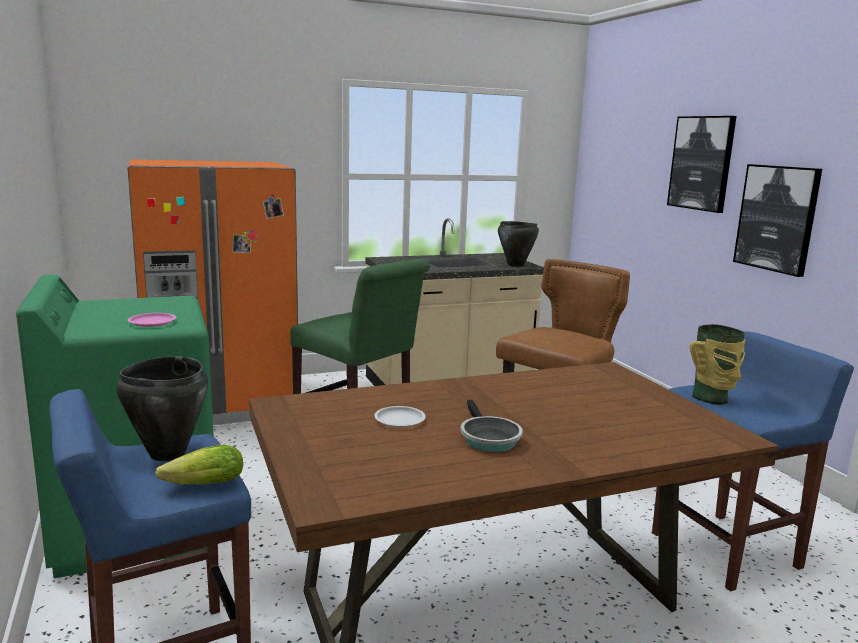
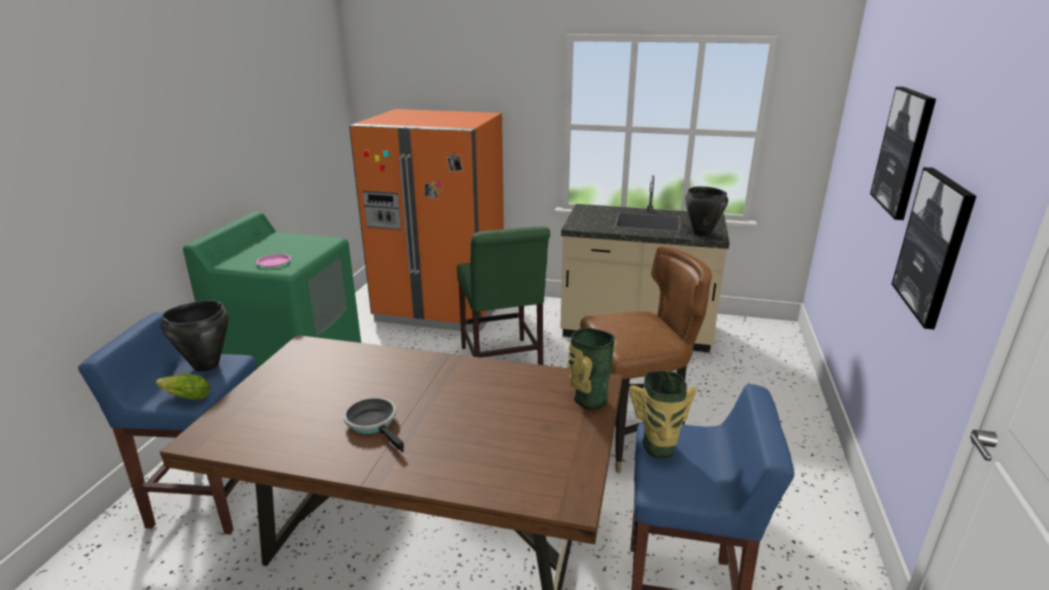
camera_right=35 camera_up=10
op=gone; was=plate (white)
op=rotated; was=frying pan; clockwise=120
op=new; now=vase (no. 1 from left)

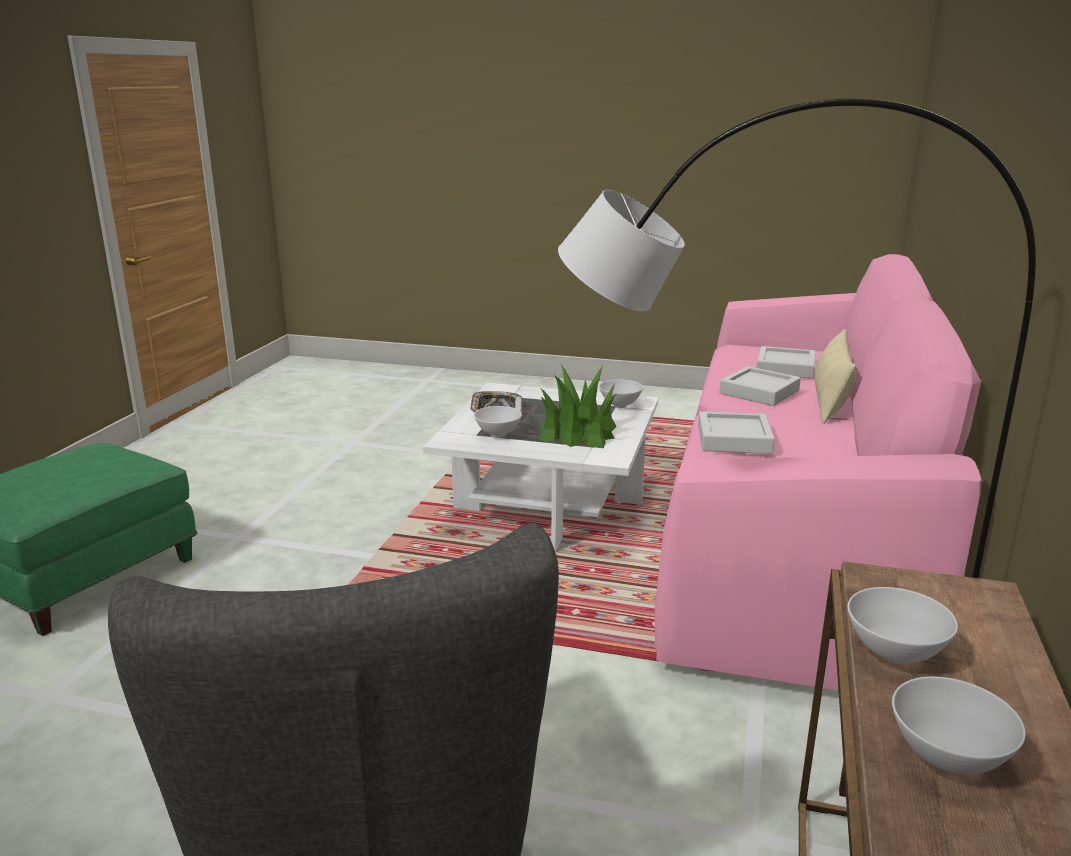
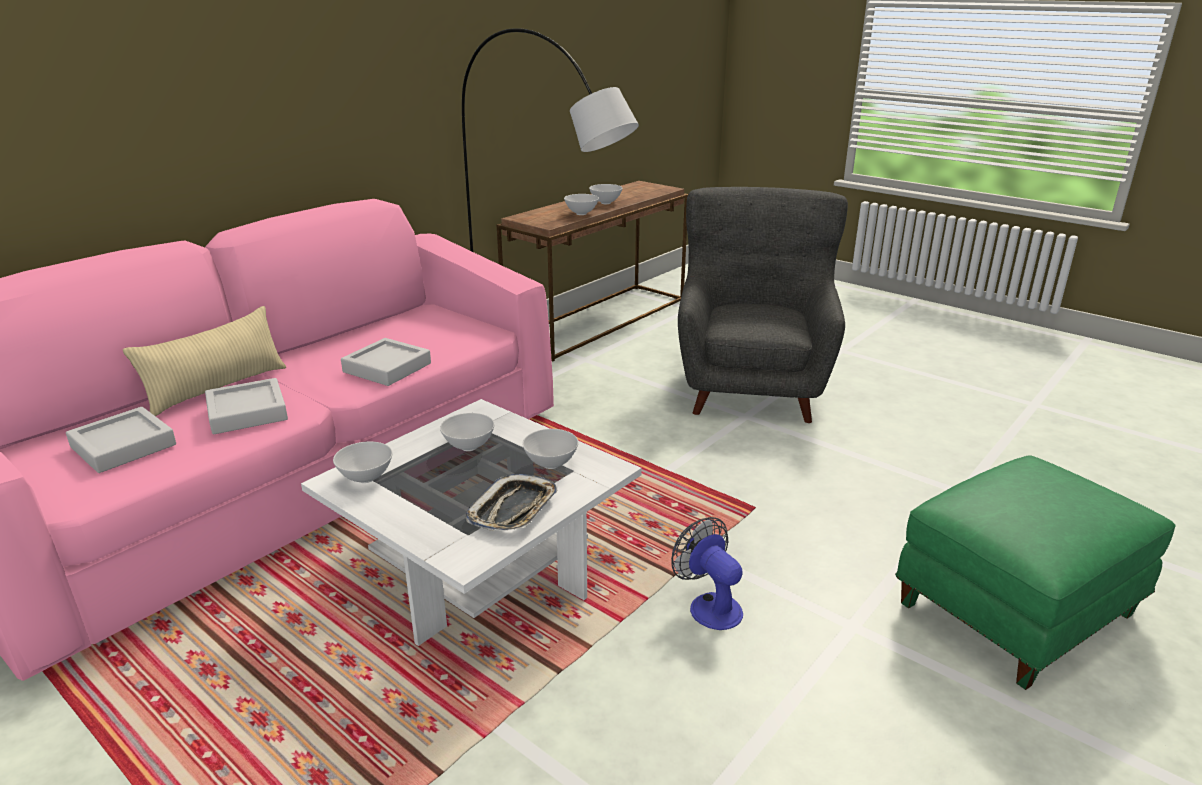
camera_right=-155 camera_up=5
op=swapped; was=potted plant; now=bowl (white) (no. 2 from left)
op=new; now=fan

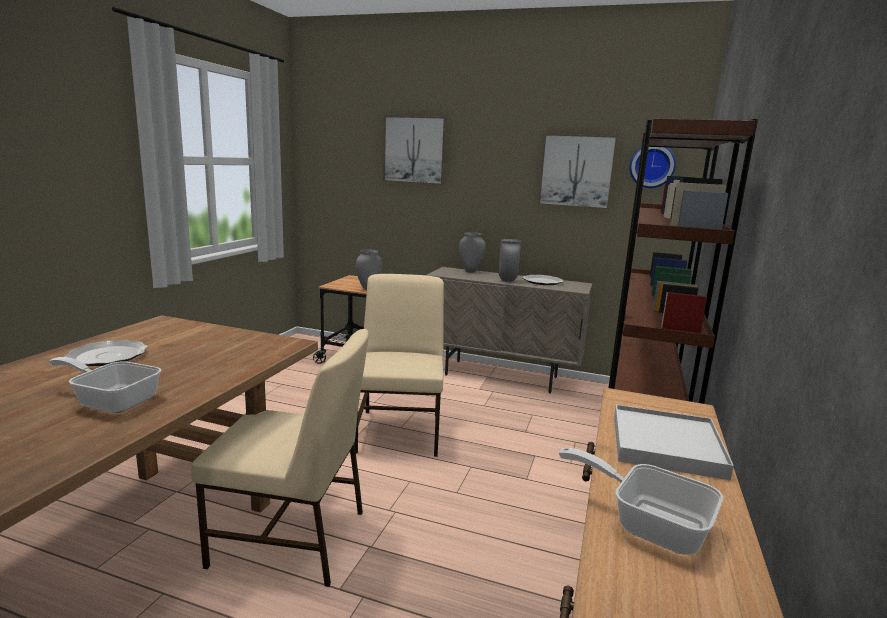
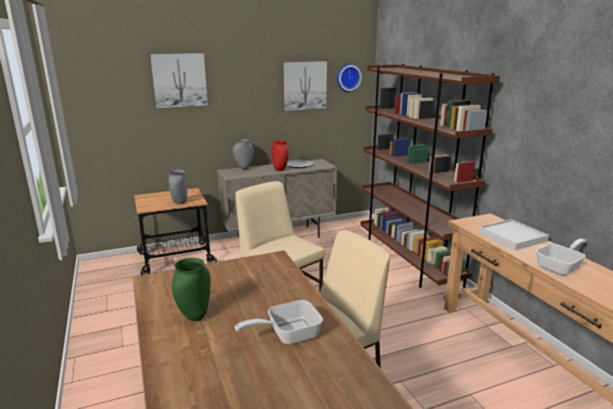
camera_right=-40 camera_up=5
op=swapped; was=plate (no. 1 from left); now=vase (green)
op=repainted; was=vase (grey) (no. 3 from left); now=vase (red)
op=rotated; was=frying pan (no. 2 from left); clockwise=150

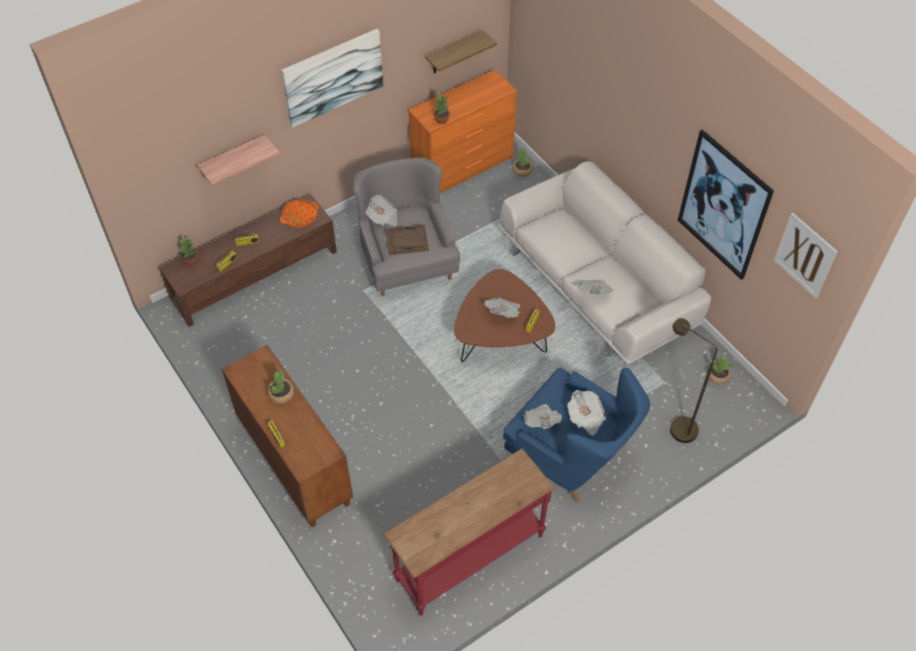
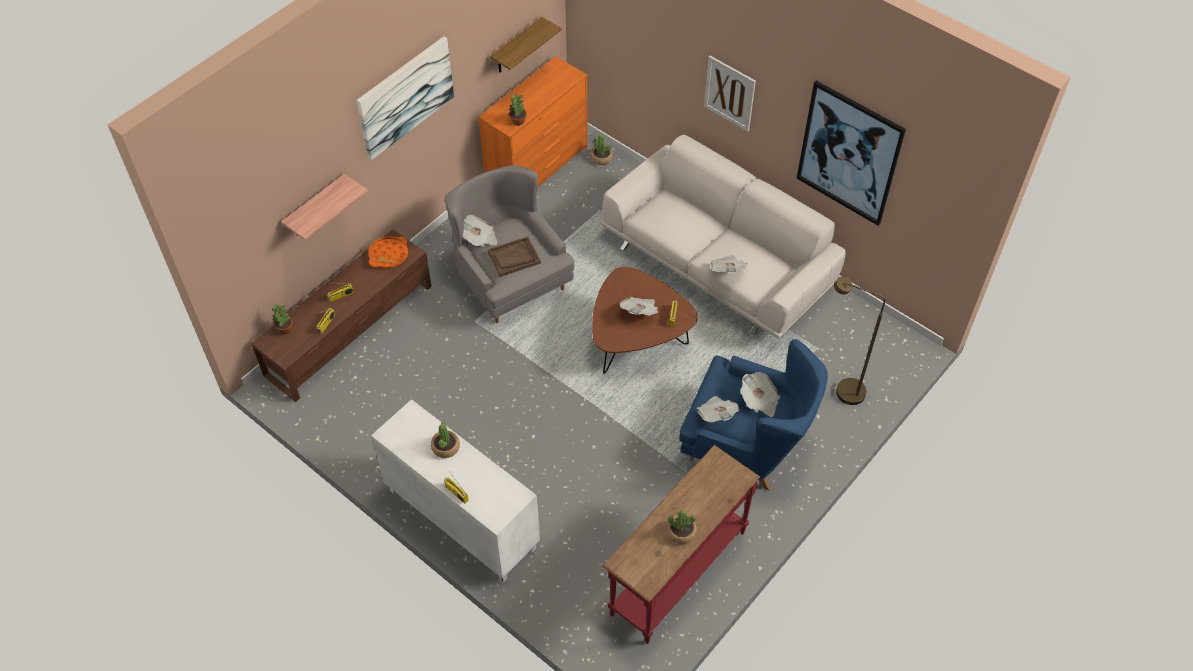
camera_right=-15 camera_up=0
op=repainted; was=cabinet (brown); now=cabinet (white)
op=shifted; was=potted plant (no. 5 from left)
op=shifted; was=picture (no. 3 from left in the first image); now=picture (no. 2 from left)

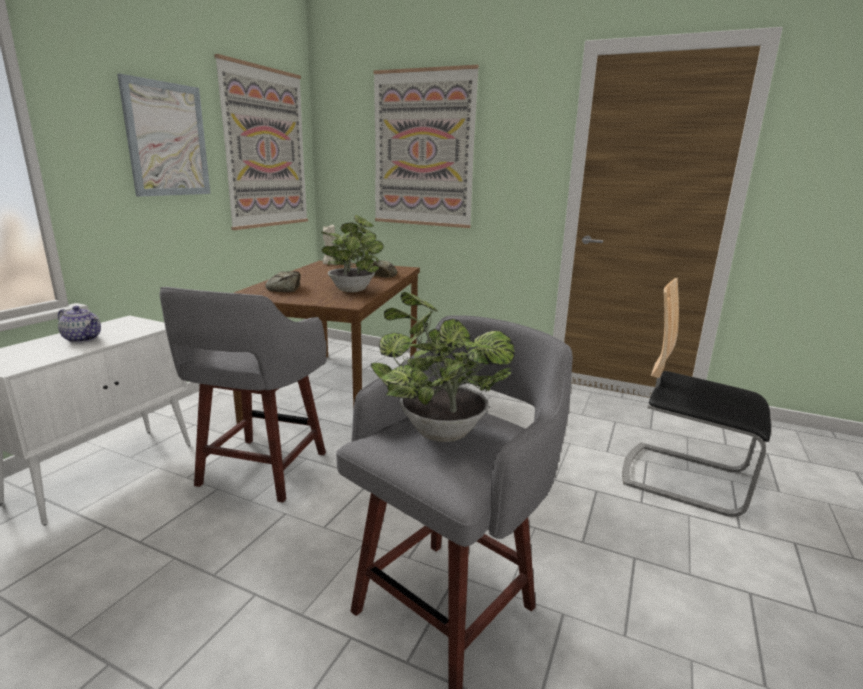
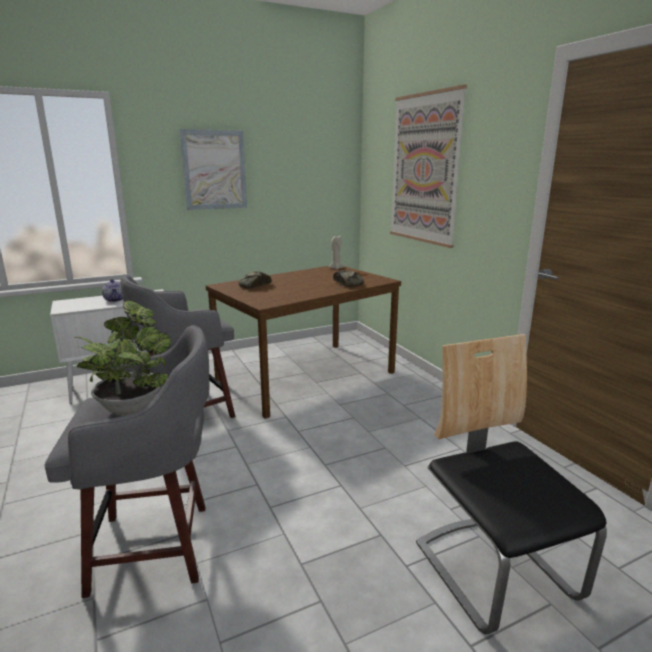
camera_right=40 camera_up=0
op=gone; was=picture (no. 2 from left)
op=gone; was=potted plant (no. 1 from left)

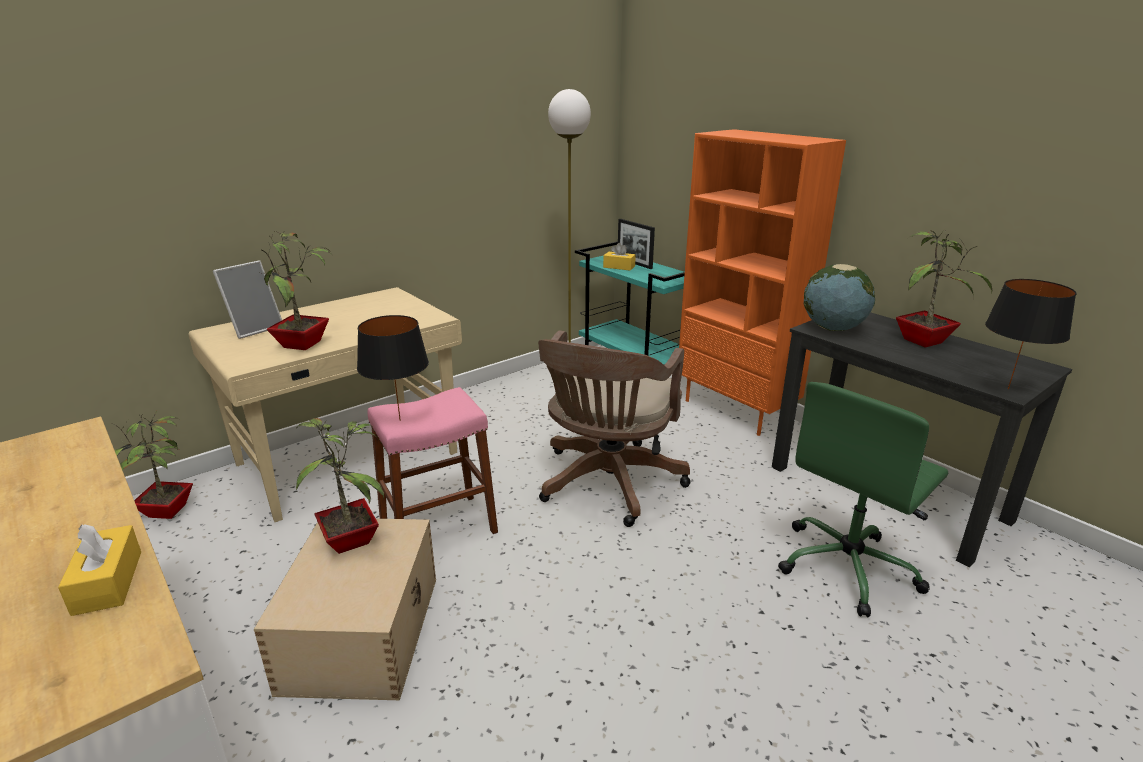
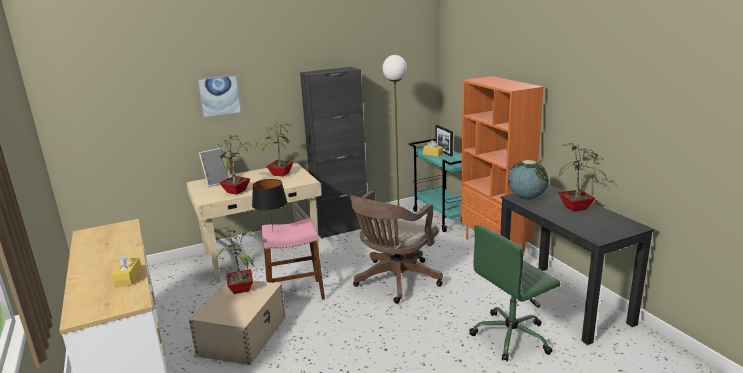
camera_right=15 camera_up=-5
op=shifted; was=potted plant (no. 1 from left in the first image); now=potted plant (no. 3 from left)
op=gone; was=table lamp (black) (no. 2 from left)
op=new; now=picture
op=new; now=cabinet (black)

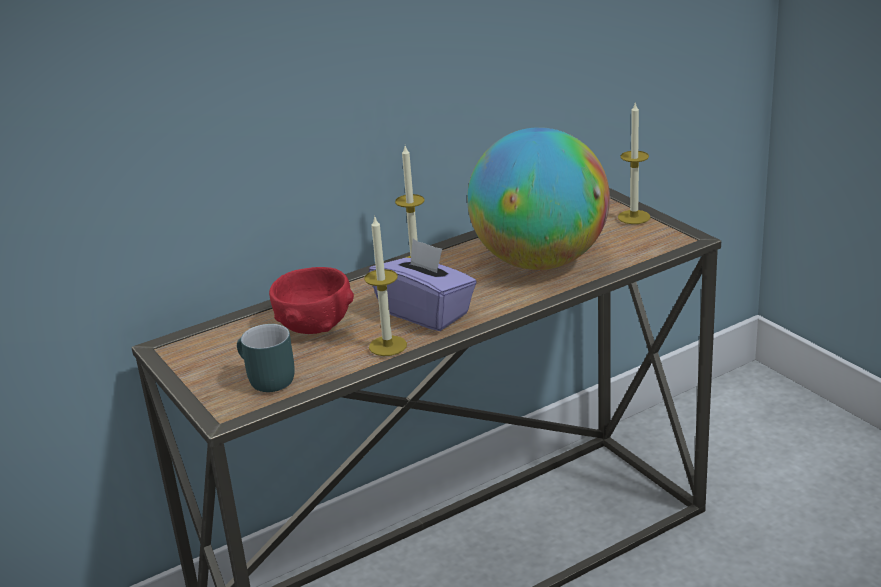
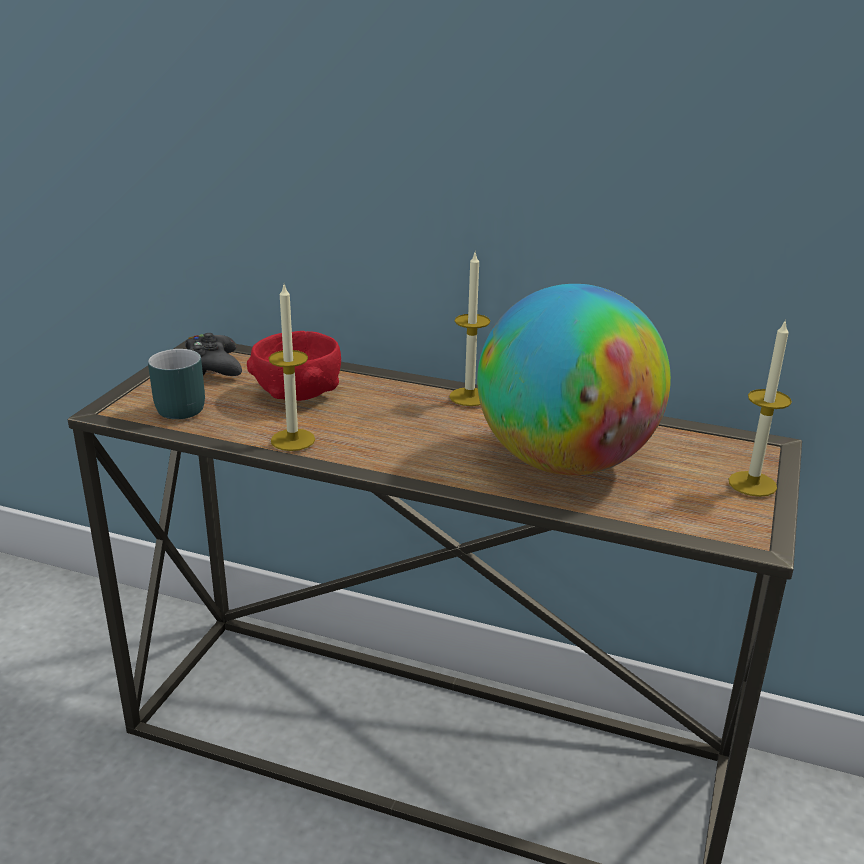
camera_right=50 camera_up=0
op=gone; was=tissue box (purple)
op=new; now=game controller (black)

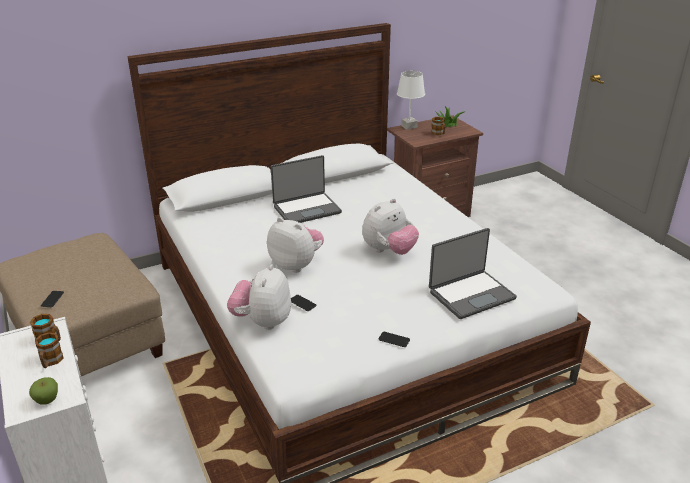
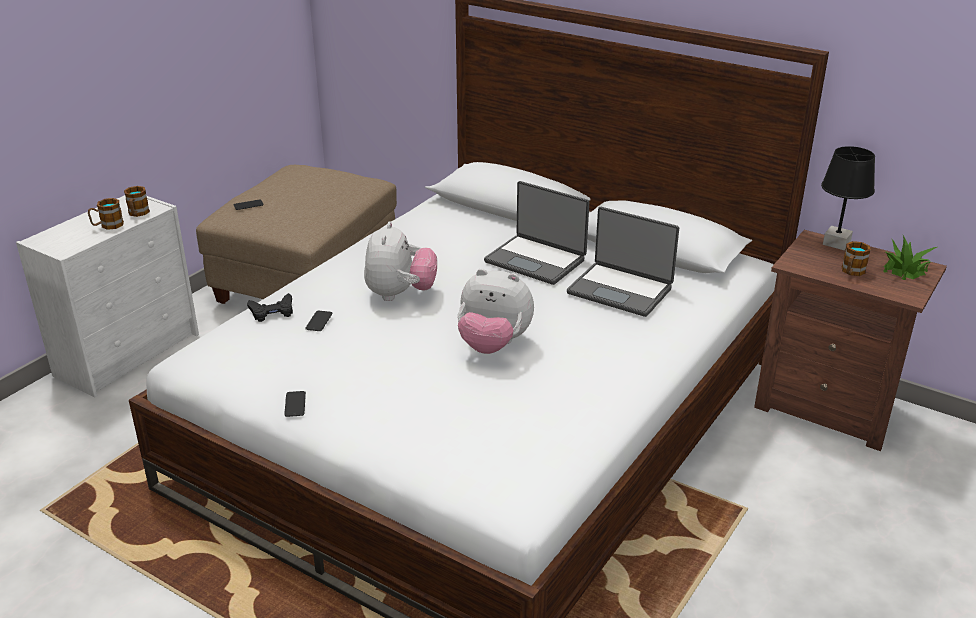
camera_right=60 camera_up=0
op=gone; was=apple
op=swapped; was=plush toy (no. 1 from left); now=game controller (black)
op=repainted; was=table lamp (white); now=table lamp (black)
op=shifted; was=laptop (no. 2 from left)

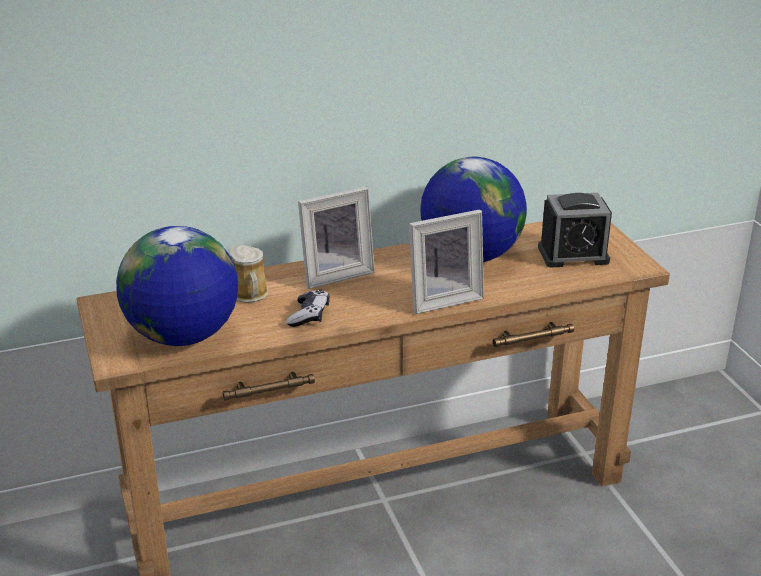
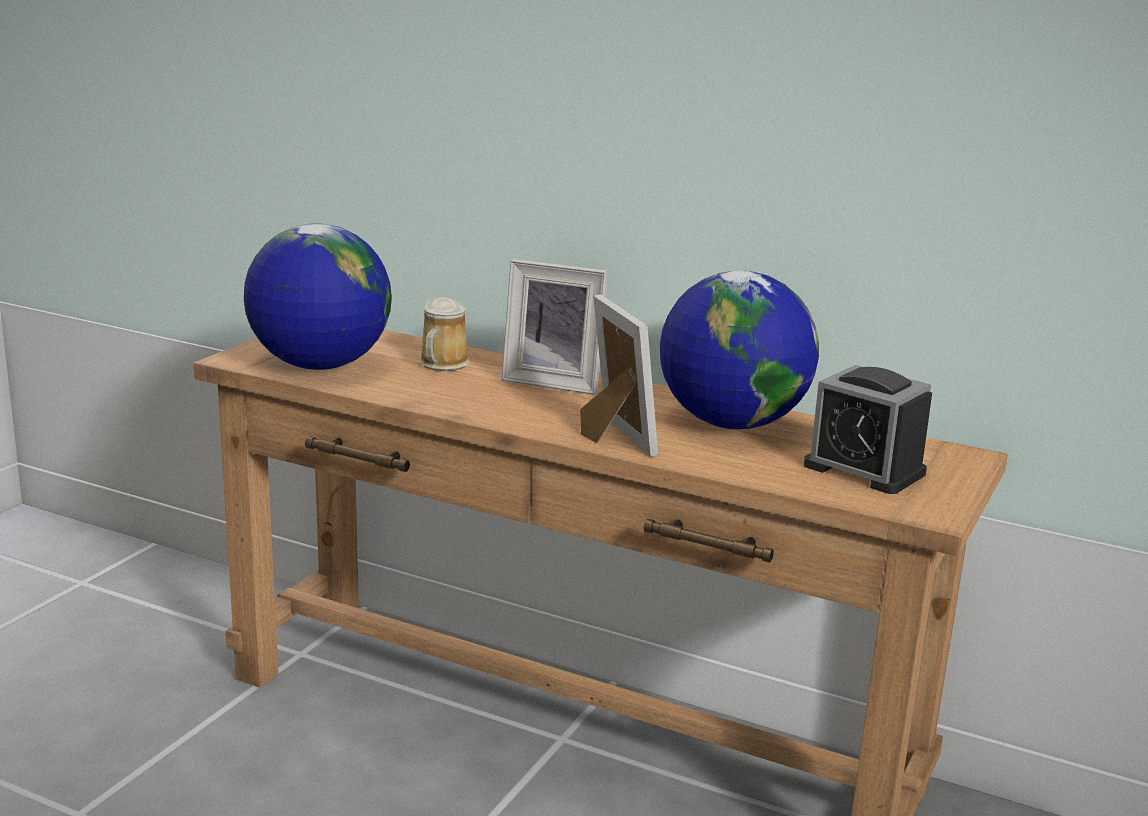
camera_right=45 camera_up=-10
op=gone; was=game controller
op=rotated; was=picture frame (no. 2 from left); clockwise=-135

